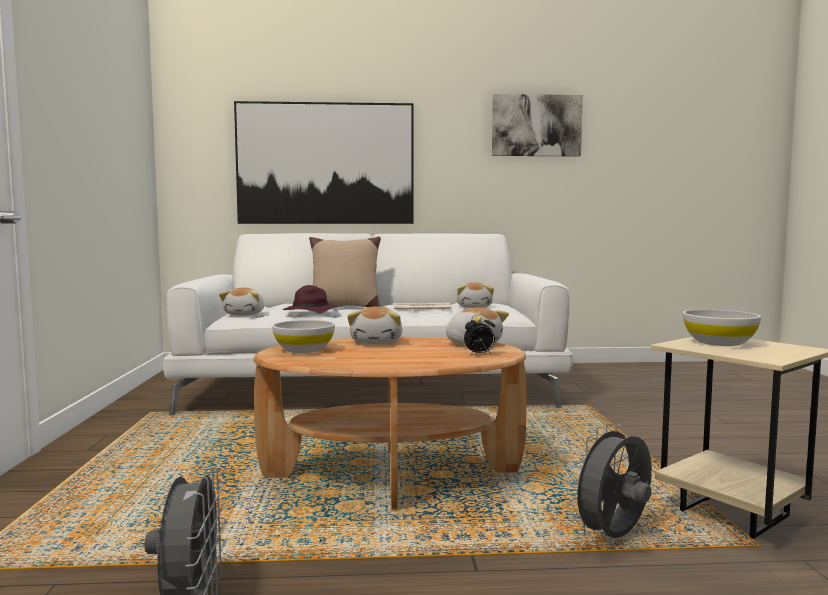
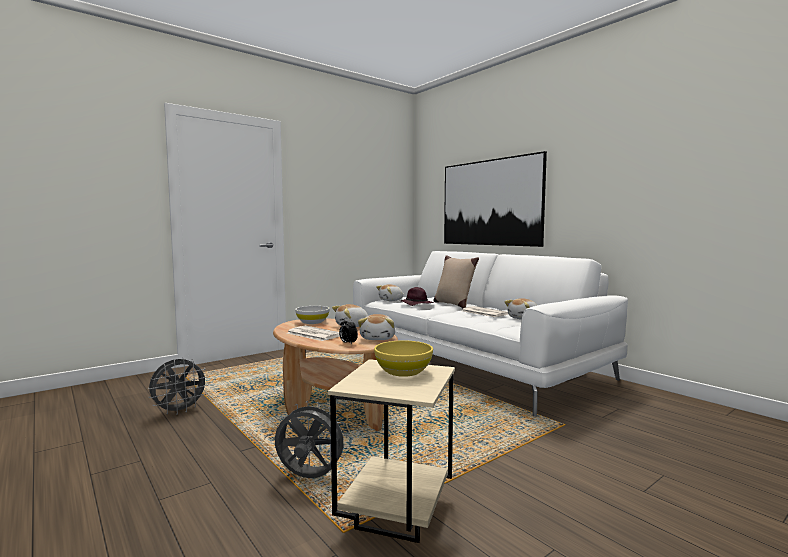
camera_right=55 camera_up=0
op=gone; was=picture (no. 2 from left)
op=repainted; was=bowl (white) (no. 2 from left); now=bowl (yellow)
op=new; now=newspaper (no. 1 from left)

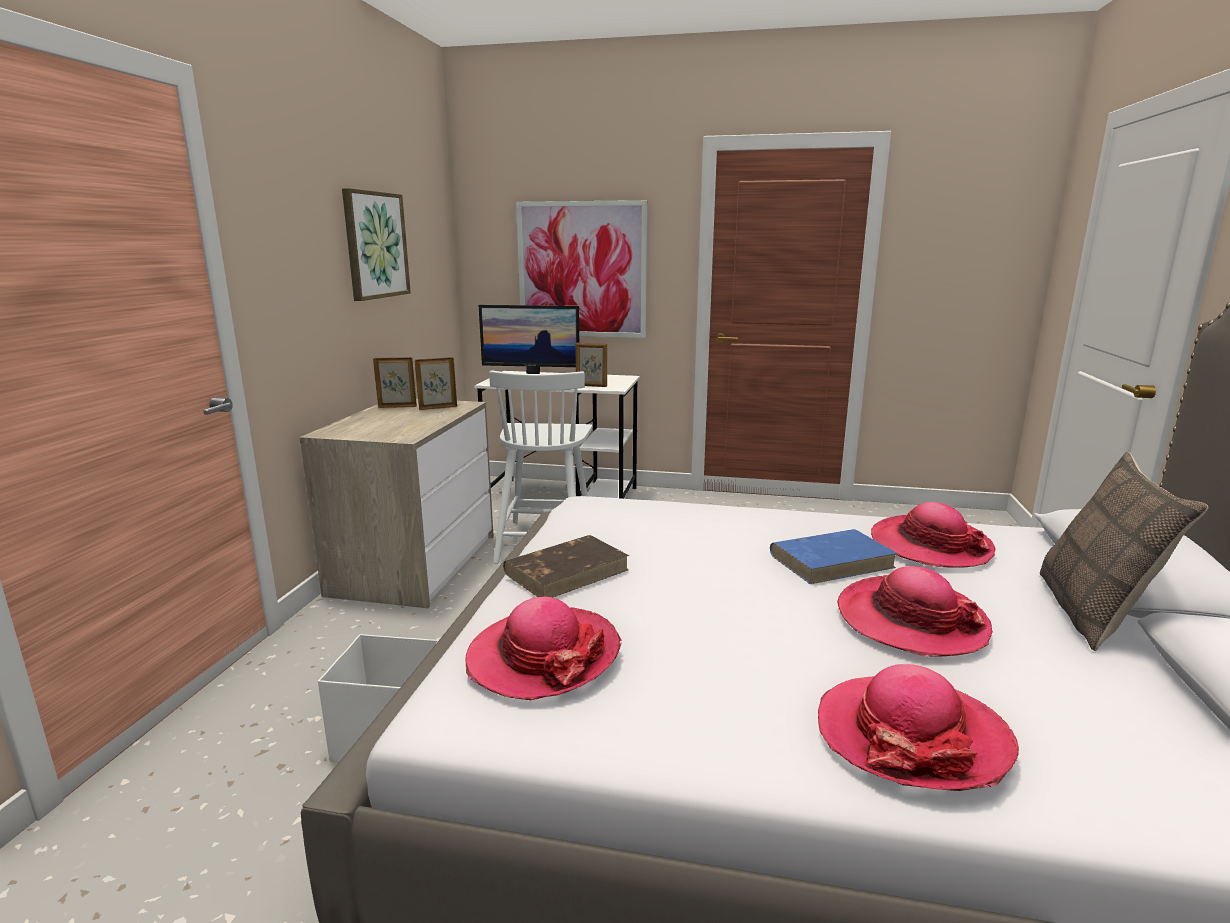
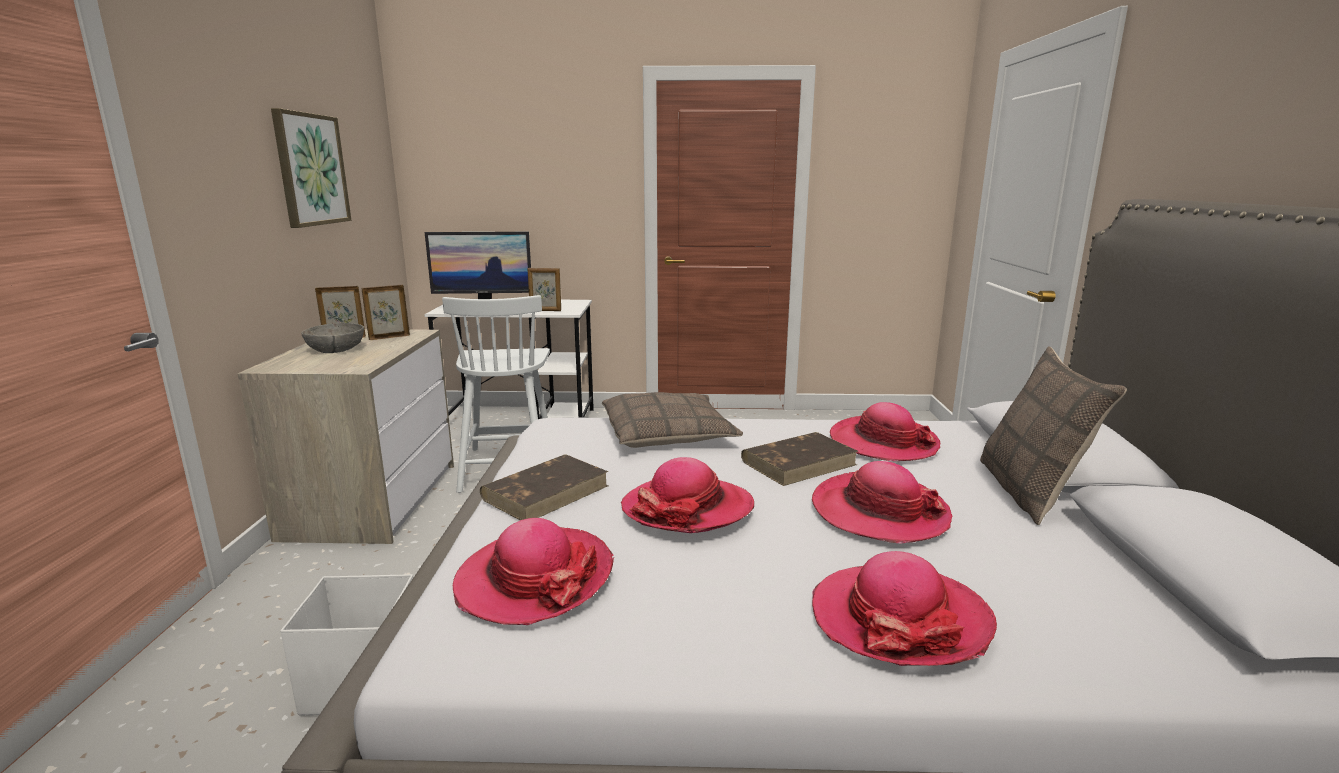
camera_right=-10 camera_up=0
op=gone; was=picture (no. 2 from left)
op=repainted; was=book (blue); now=book (brown) (no. 2 from left)
op=new; now=bowl (grey)
op=new; now=pillow (no. 1 from left)
op=new; now=hat (no. 2 from left)

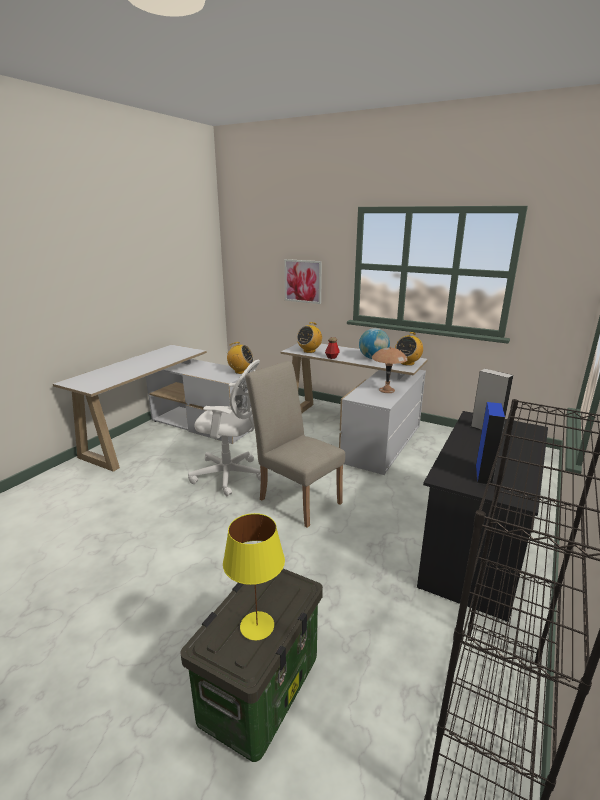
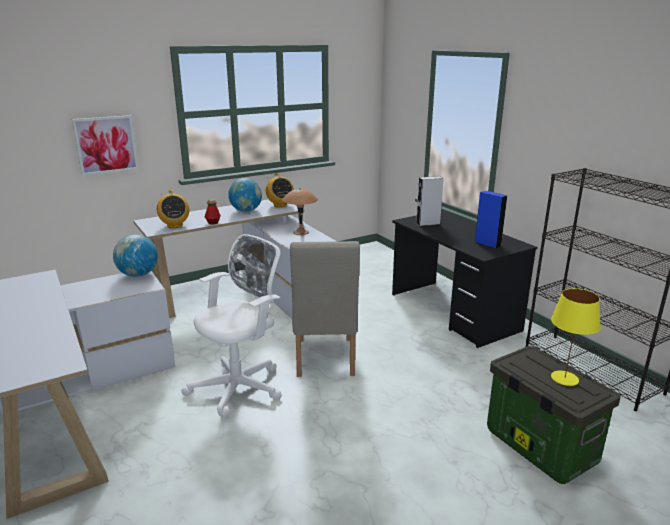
camera_right=-60 camera_up=0
op=swapped; was=radio (no. 1 from left); now=globe (no. 1 from left)
op=rotated; was=chair (beige); clockwise=-75

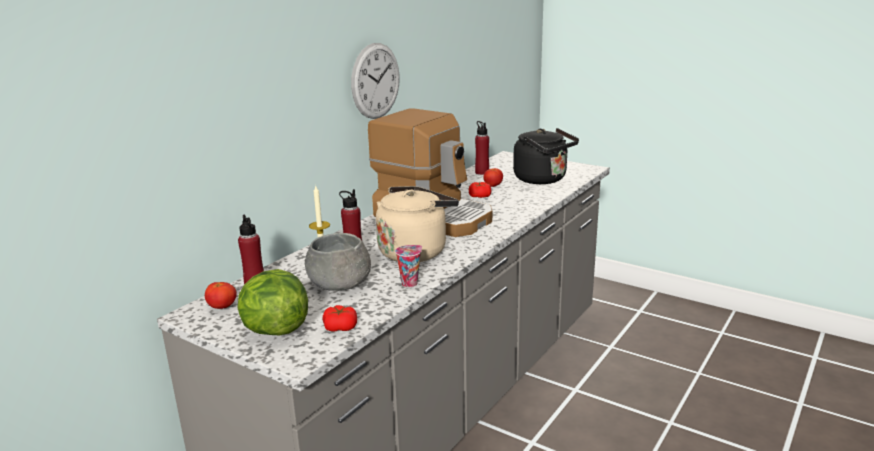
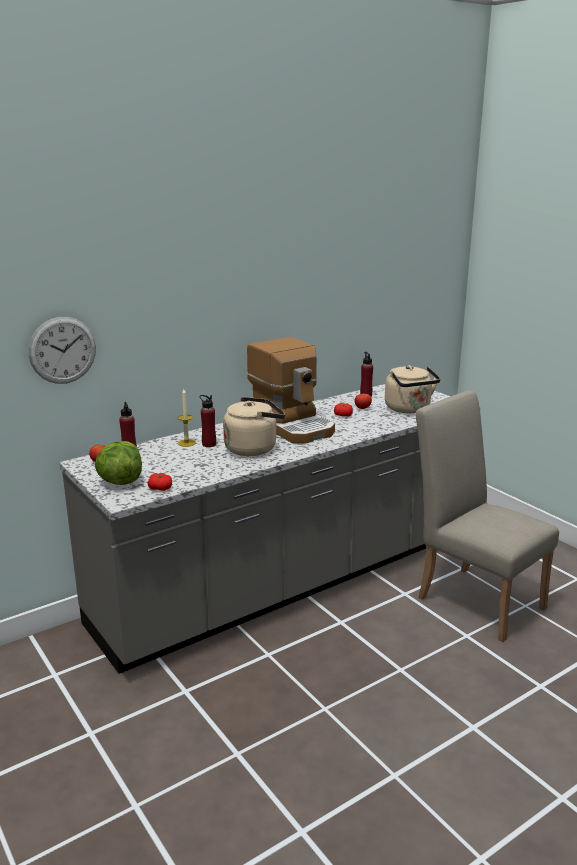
camera_right=20 camera_up=0
op=gone; was=bowl (grey)
op=shifted; was=wall clock
op=gone; was=cup
op=repainted; was=kettle (black); now=kettle (beige) (no. 2 from left)
op=new; now=chair (beige)

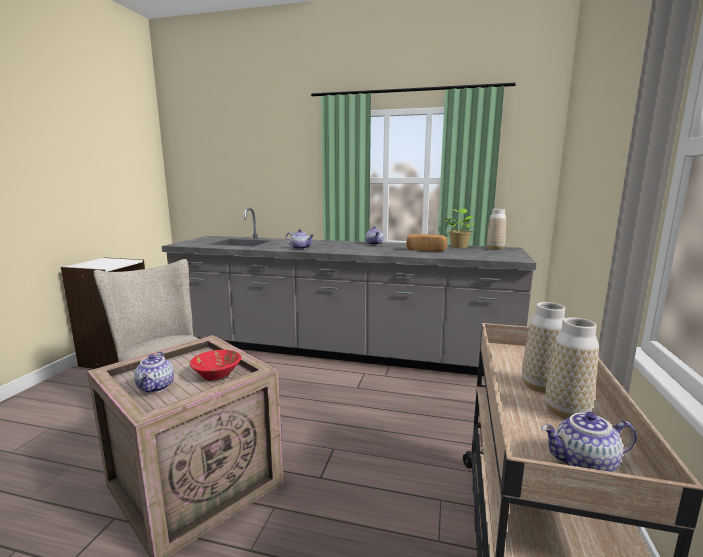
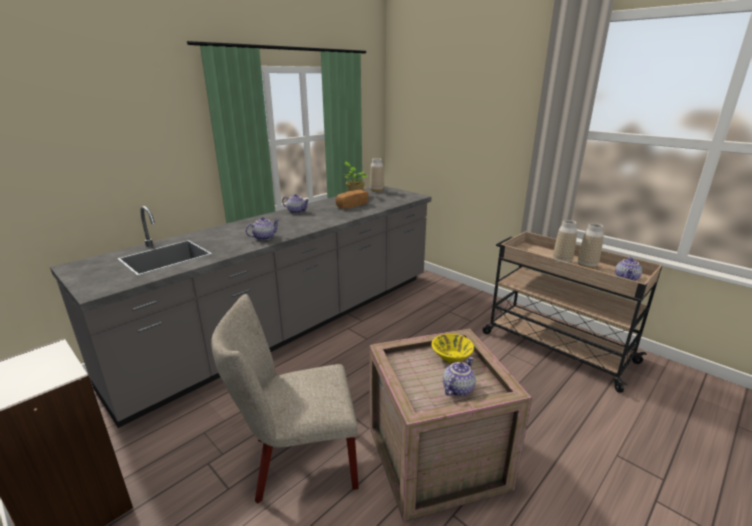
camera_right=-60 camera_up=10
op=rotated; was=teapot (no. 1 from left in the first image); clockwise=-75
op=repainted; was=bowl (red); now=bowl (yellow)

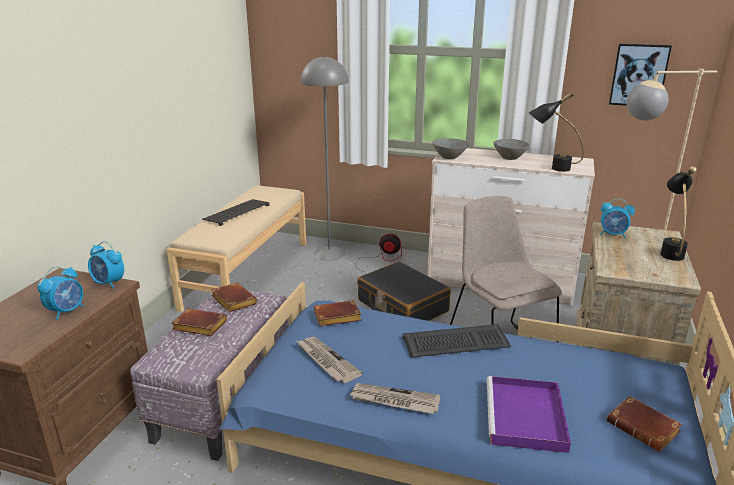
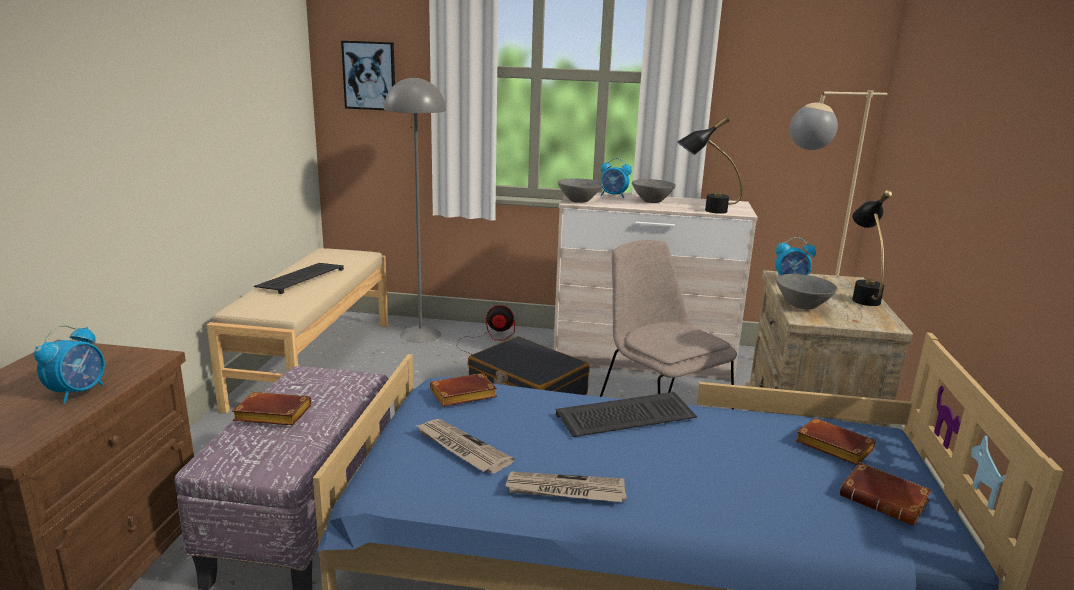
camera_right=-10 camera_up=-5
op=shifted; was=alarm clock (no. 2 from left)
op=shifted; was=book (brown) (no. 2 from left in the first image); now=book (brown) (no. 3 from left)
op=gone; was=tray (purple)
op=shifted; was=picture
op=new; now=bowl (grey) (no. 3 from left)

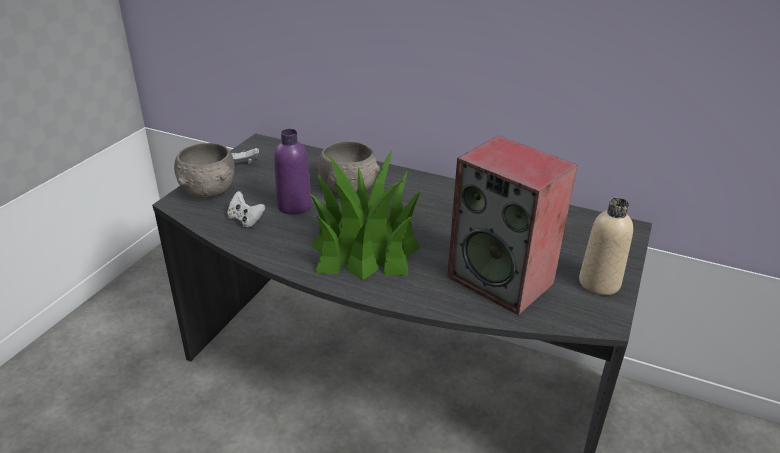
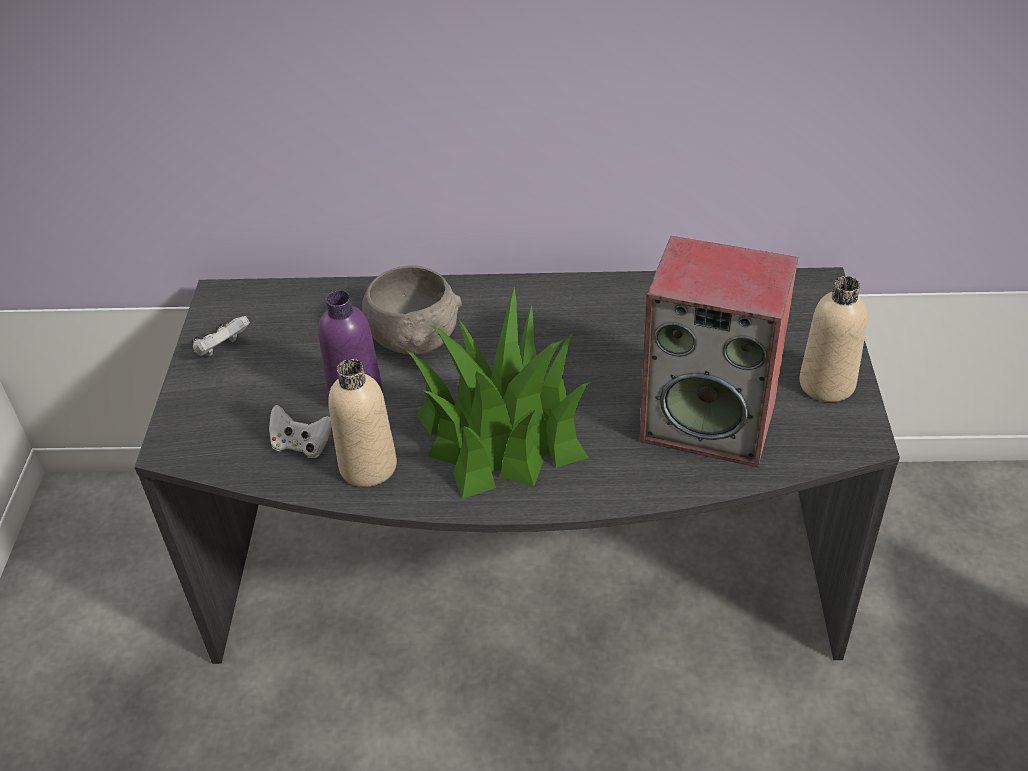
camera_right=-20 camera_up=10
op=gone; was=bowl (grey) (no. 1 from left)
op=new; now=bottle (beige) (no. 1 from left)

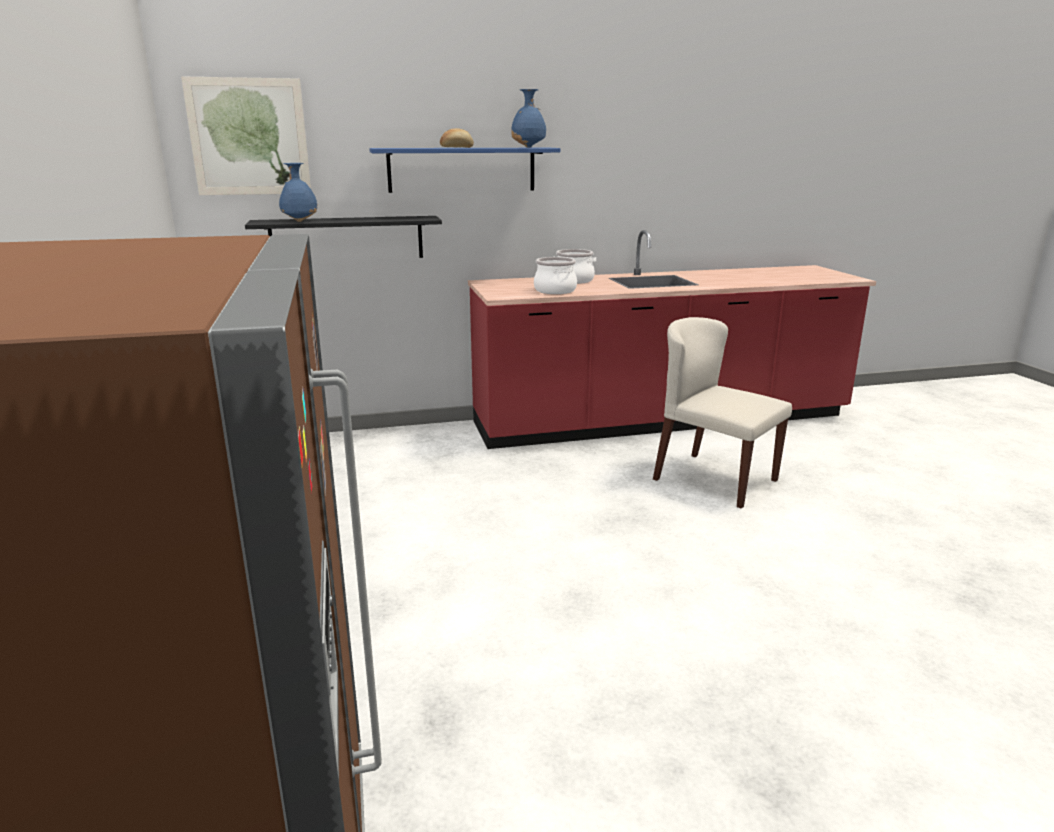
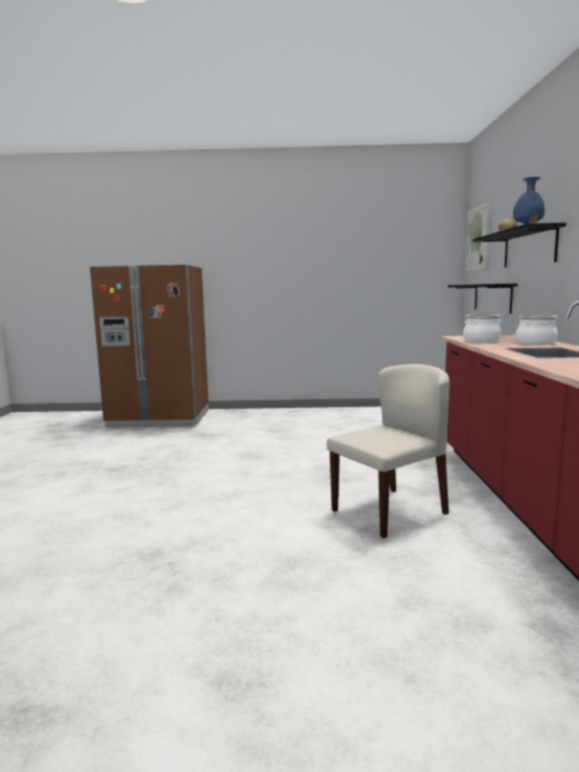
camera_right=105 camera_up=-10
op=gone; was=vase (blue) (no. 1 from left)
op=repainted; was=shelf (blue); now=shelf (black) (no. 2 from left)

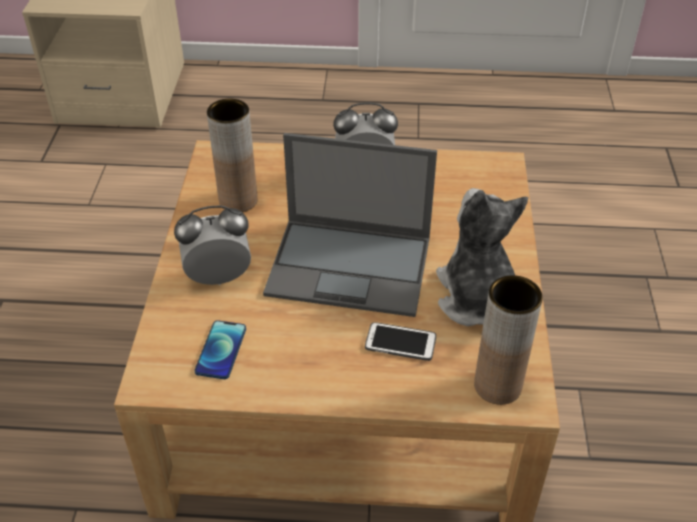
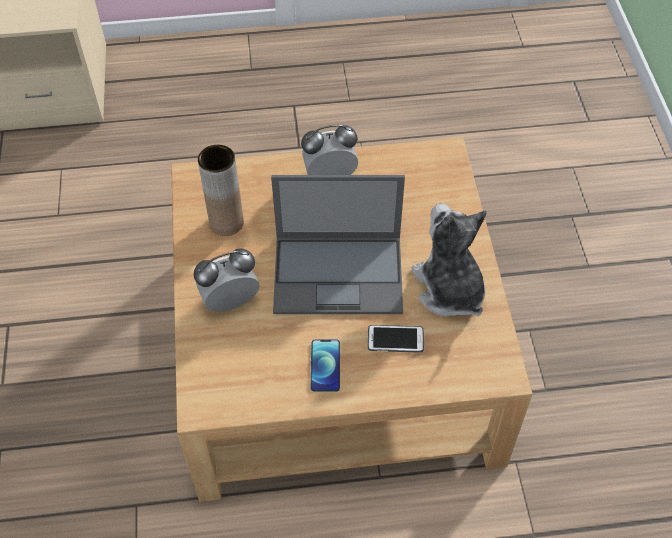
camera_right=-10 camera_up=10
op=shifted; was=phone (no. 1 from left)
op=gone; was=vase (brown) (no. 2 from left)

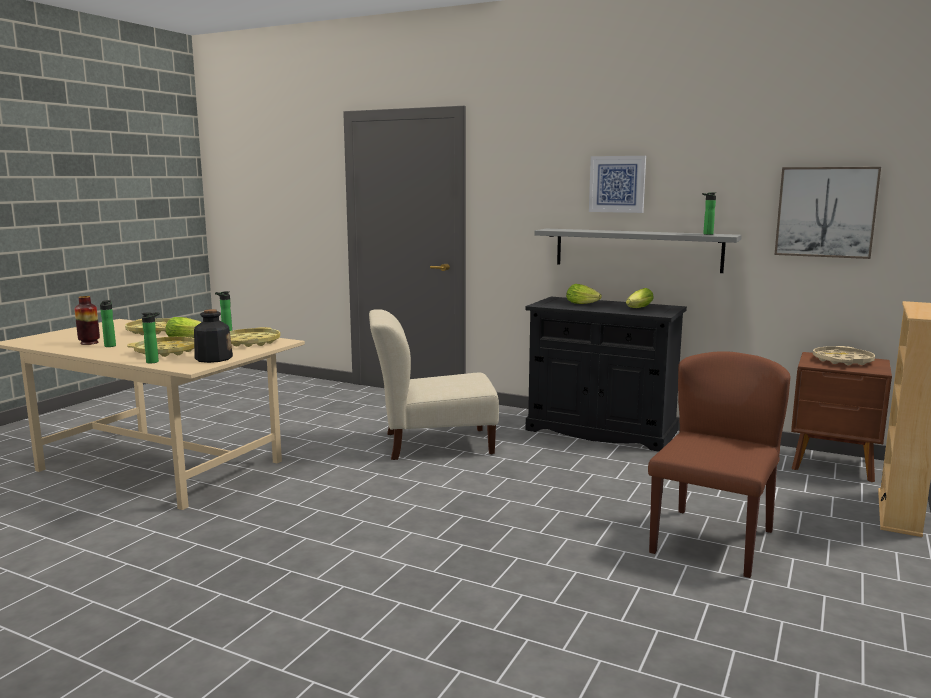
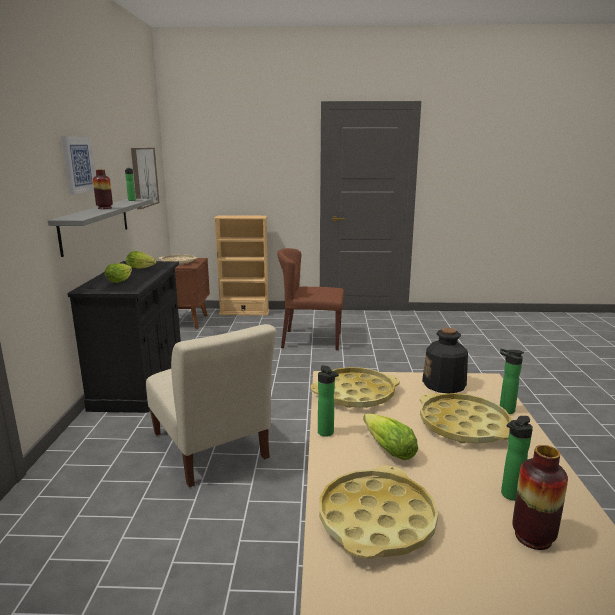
camera_right=-115 camera_up=5
op=new; now=vase (no. 1 from left)

